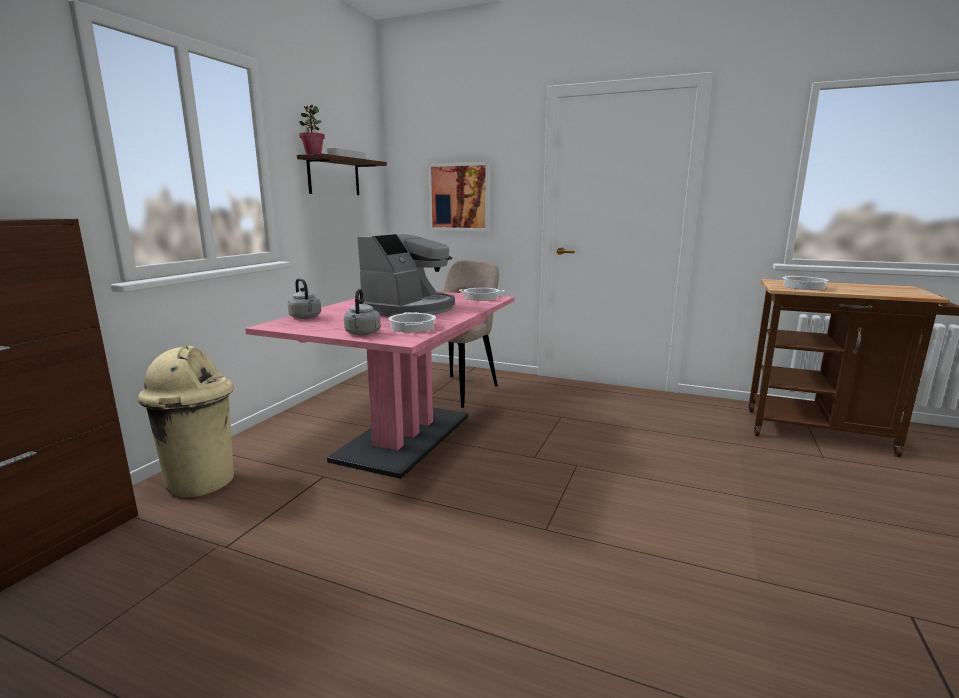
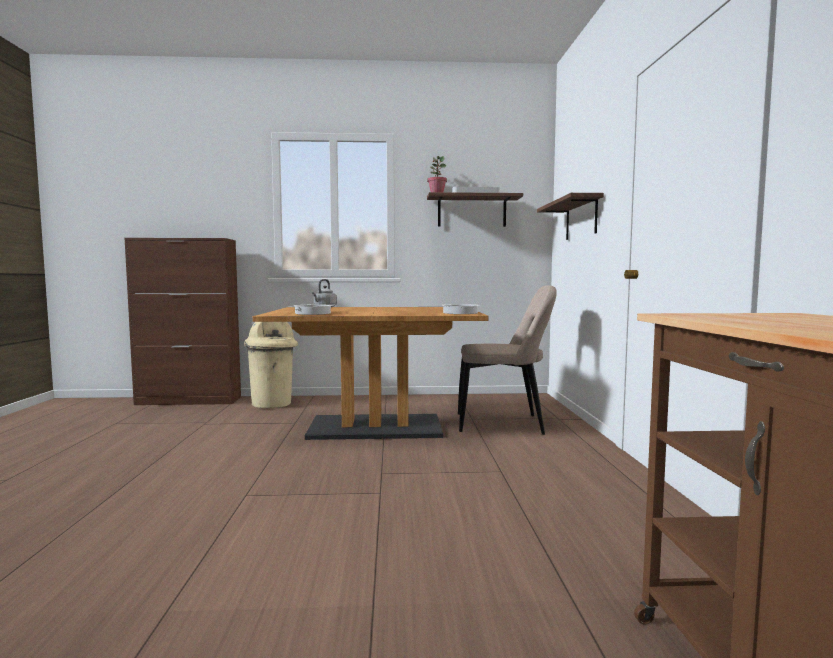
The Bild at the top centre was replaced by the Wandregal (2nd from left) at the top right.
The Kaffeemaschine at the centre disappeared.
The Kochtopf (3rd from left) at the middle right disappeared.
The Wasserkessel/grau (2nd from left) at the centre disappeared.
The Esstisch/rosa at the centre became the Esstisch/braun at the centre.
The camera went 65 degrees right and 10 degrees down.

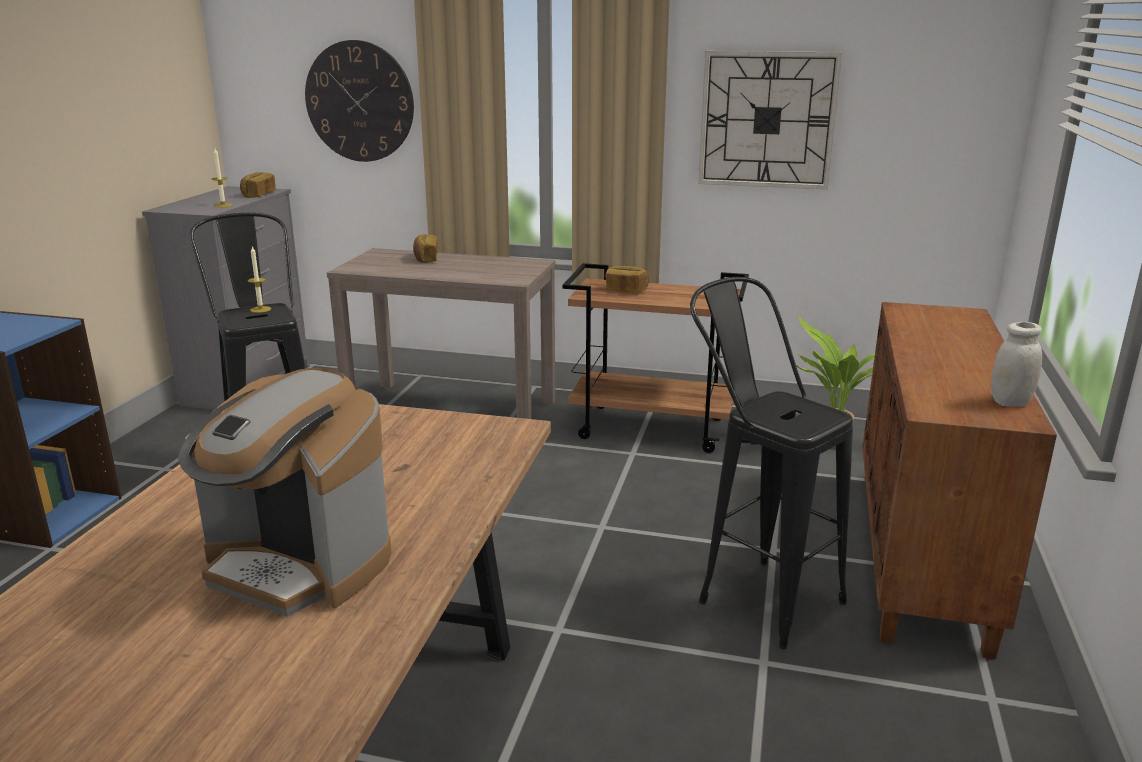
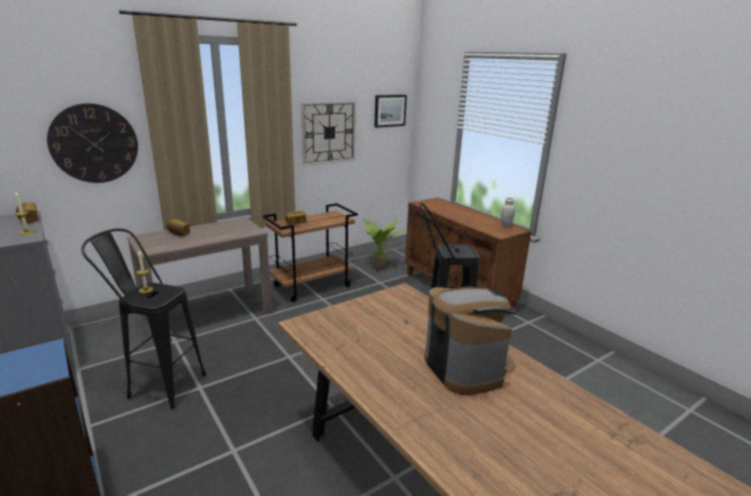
The Kaffeemaschine at the middle left turned 90 degrees counterclockwise.
The Bild at the top centre appeared.
The camera went 50 degrees left and 0 degrees up.

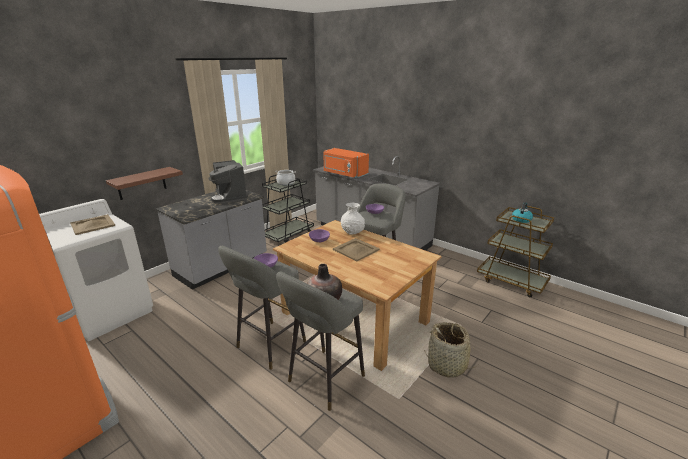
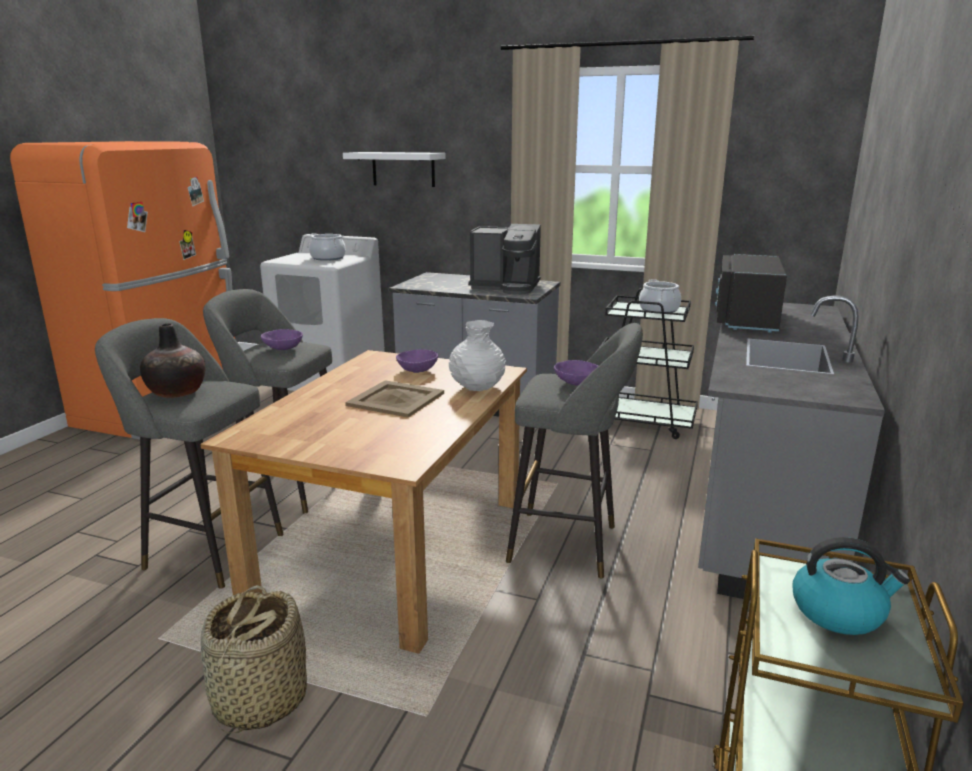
The Mikrowelle/orange at the centre became the Mikrowelle/schwarz at the middle right.
The Kaffeemaschine at the middle left turned 120 degrees counterclockwise.
The Wandregal/braun at the middle left disappeared.
The Tablett/beige (1st from left) at the middle left was replaced by the Kochtopf (1st from left) at the top centre.
The Wandregal/weiß at the top centre appeared.
The camera went 70 degrees right and 5 degrees down.

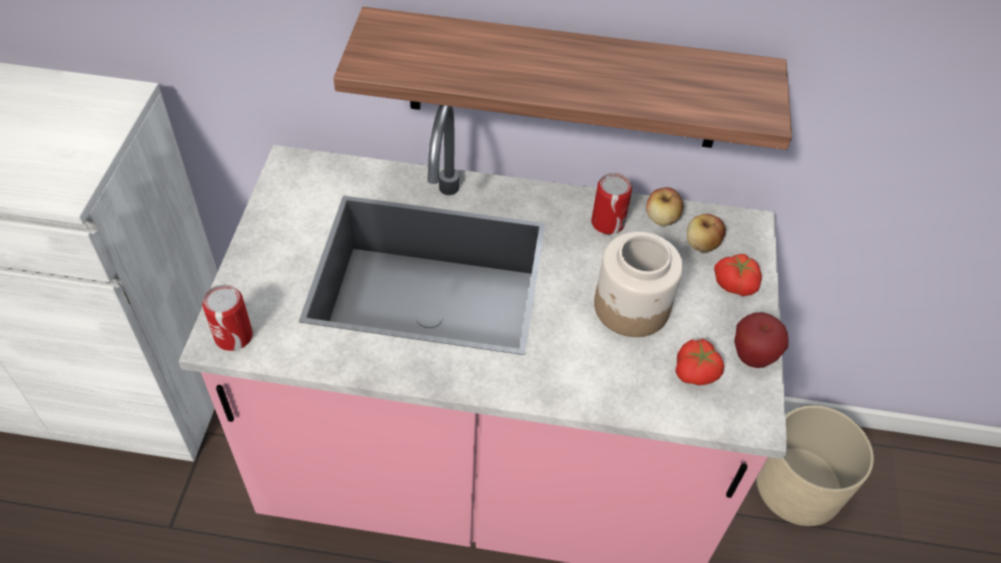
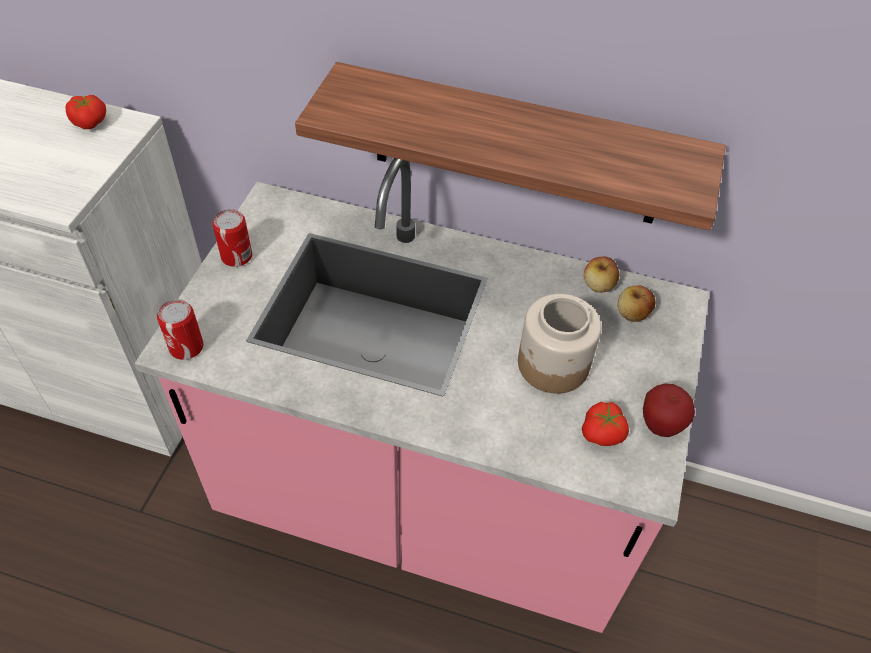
The Dose (2nd from left) moved from the centre to the middle left.
The Tomate (2nd from left in the first image) moved from the middle right to the top left.
The Pflanzkübel/beige at the bottom right disappeared.
The camera went 10 degrees right and 0 degrees up.

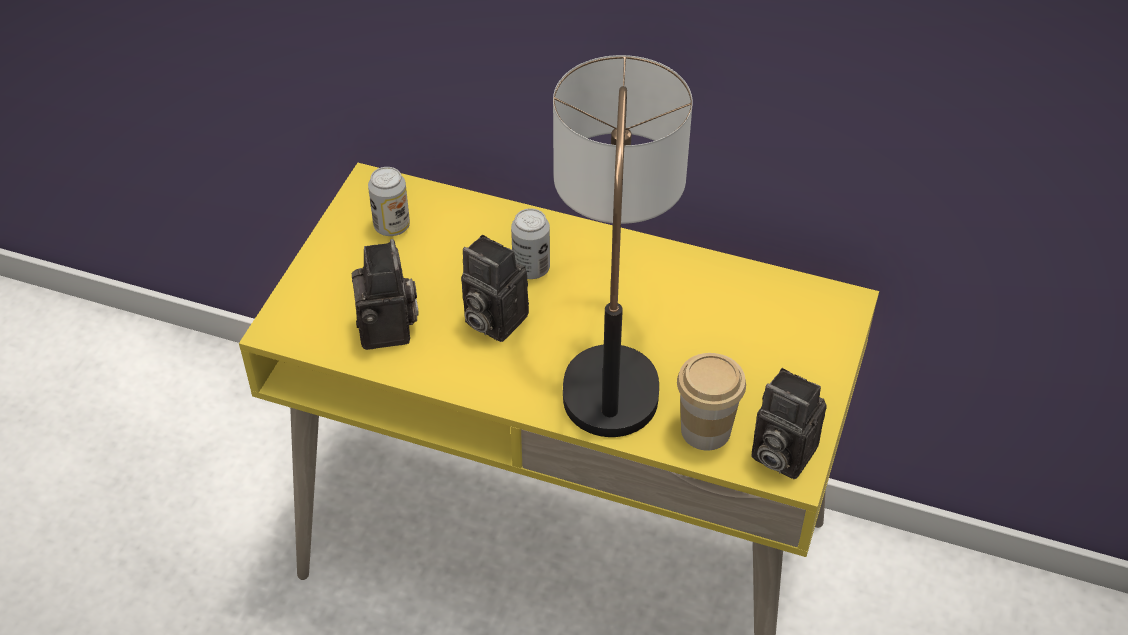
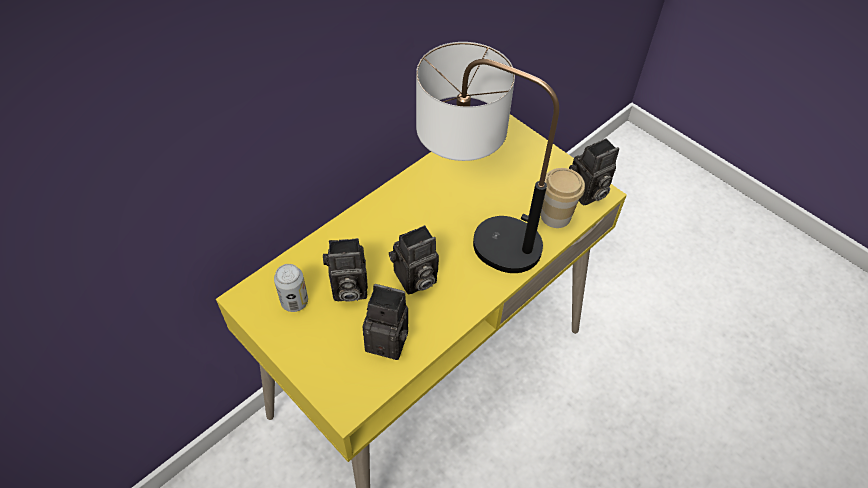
The Dose (2nd from left) at the centre disappeared.
The Kamera (1st from left) at the centre appeared.
The camera went 65 degrees left and 5 degrees up.

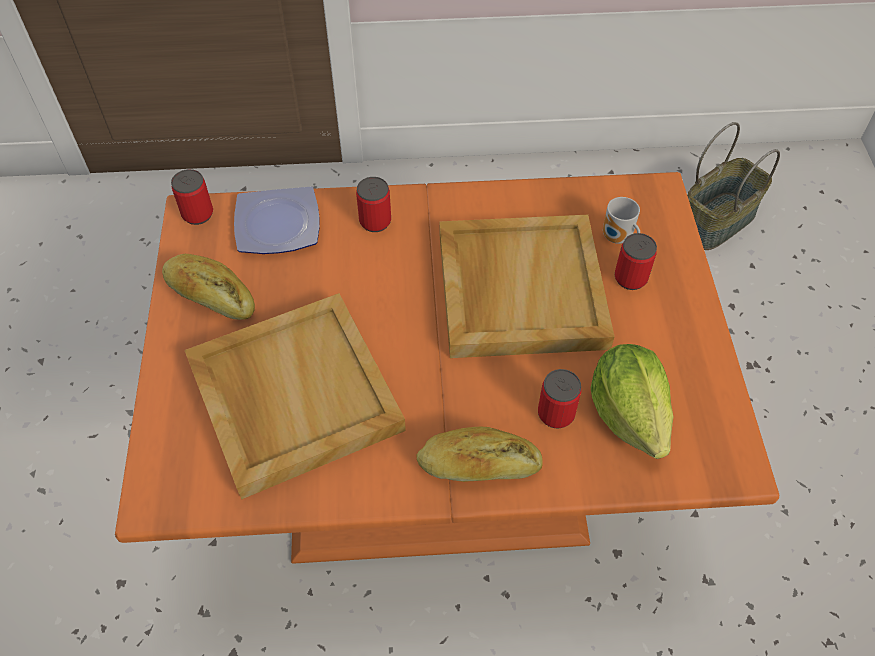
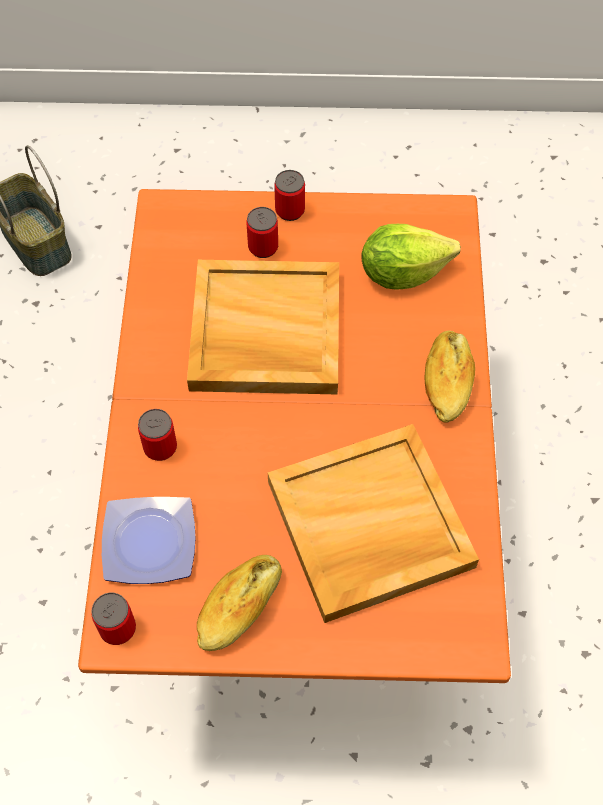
The Henkelbecher at the middle right disappeared.
The Dose (3rd from left in the first image) moved from the centre to the top centre.
The camera went 85 degrees left and 5 degrees up.

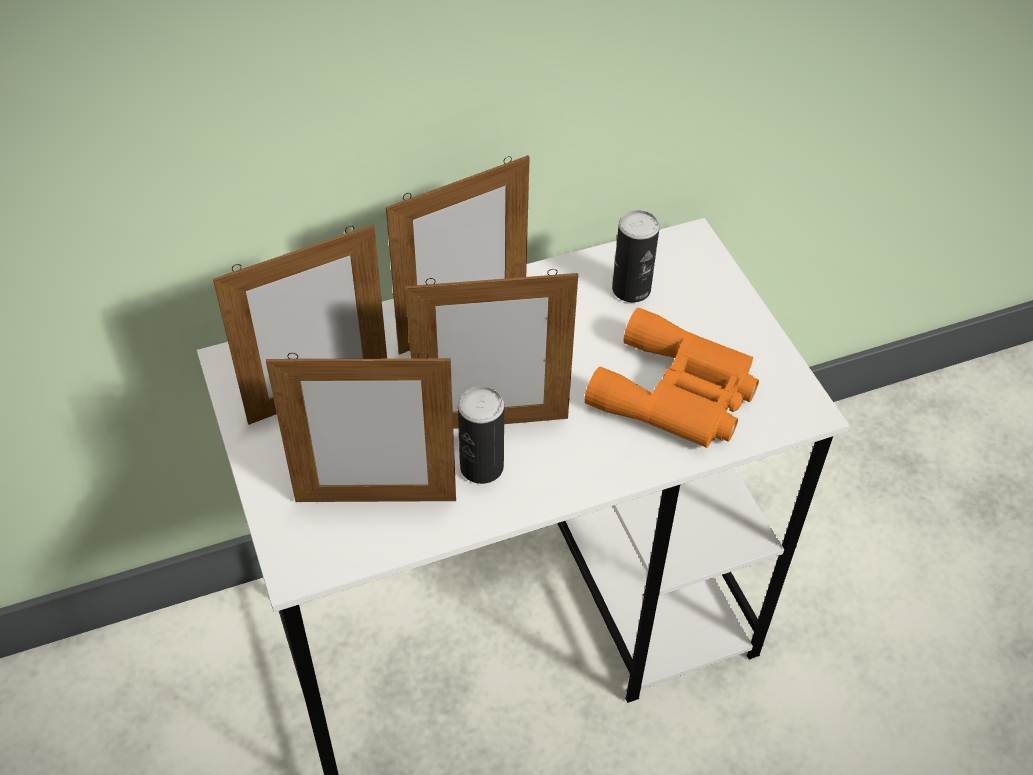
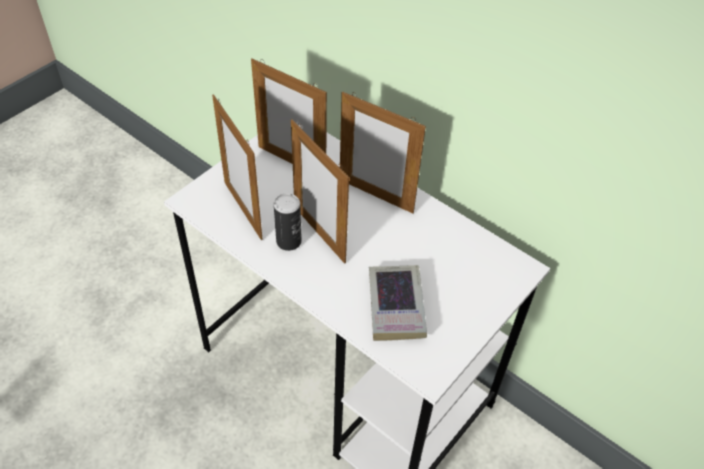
The Dose (2nd from left) at the top centre disappeared.
The Fernglas/orange at the centre was replaced by the Buch at the centre.
The camera went 60 degrees right and 0 degrees up.

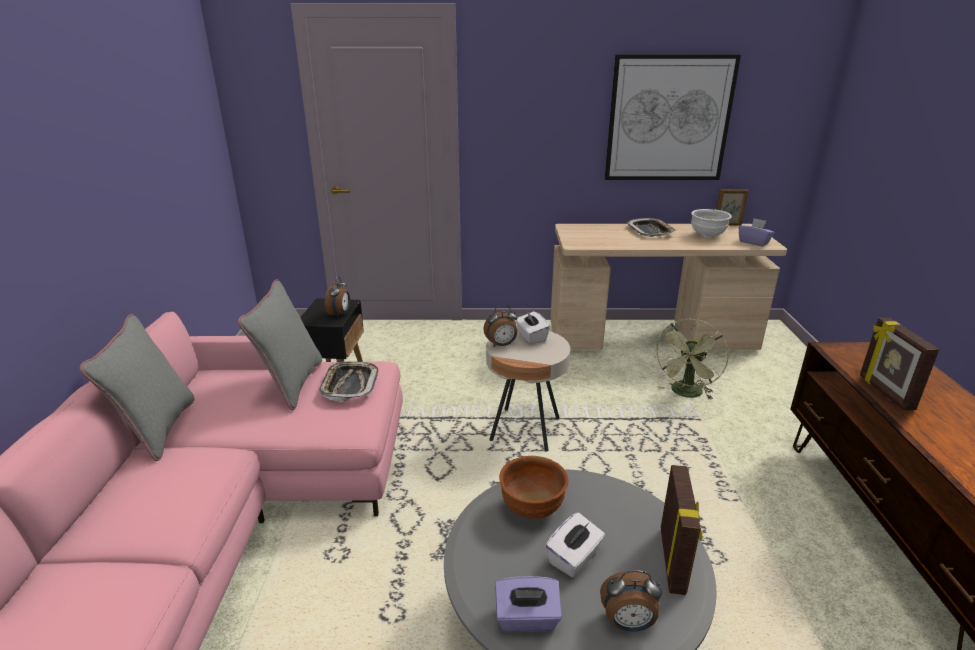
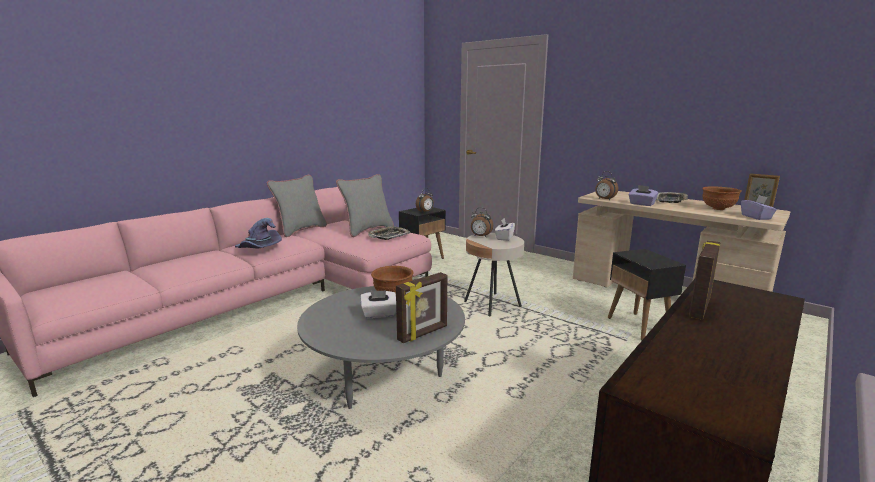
The Bild at the top right disappeared.
The Schüssel/weiß at the middle right became the Schüssel/braun (2nd from left) at the middle right.
The Ventilator/grün at the middle right was replaced by the Beistelltisch/schwarz (2nd from left) at the middle right.
The Wecker (3rd from left) moved from the bottom centre to the middle right.
The Taschentuchbox/lila (1st from left) moved from the bottom centre to the middle right.
The Hut/lila at the middle left appeared.
The camera went 40 degrees right and 10 degrees down.

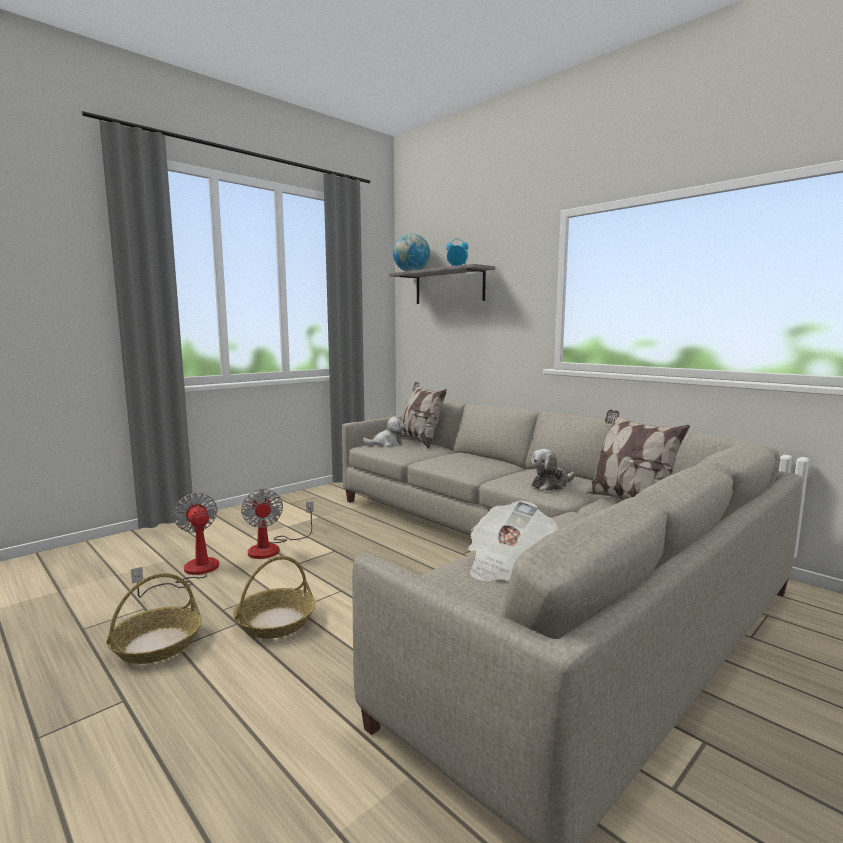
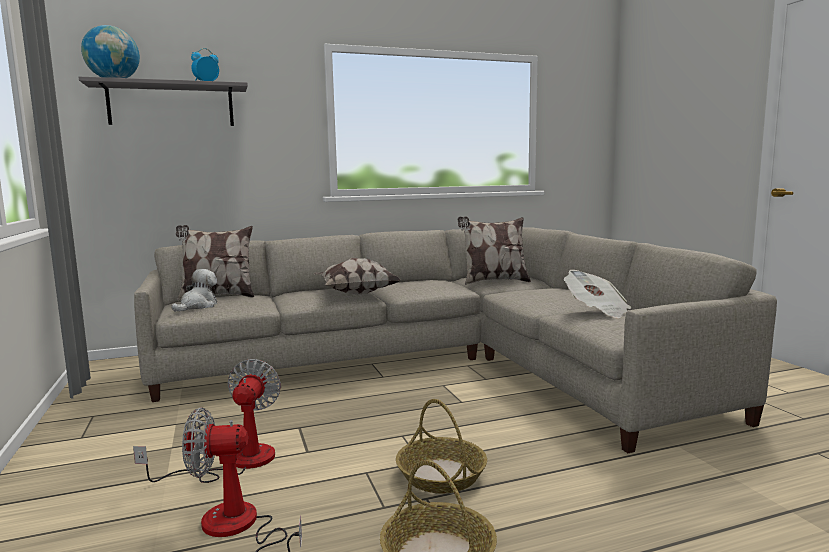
The Plüschtier (2nd from left) at the centre disappeared.
The Ventilator (2nd from left in the first image) at the middle left turned 90 degrees counterclockwise.
The Kissen (2nd from left) at the centre appeared.
The camera went 65 degrees left and 0 degrees up.

